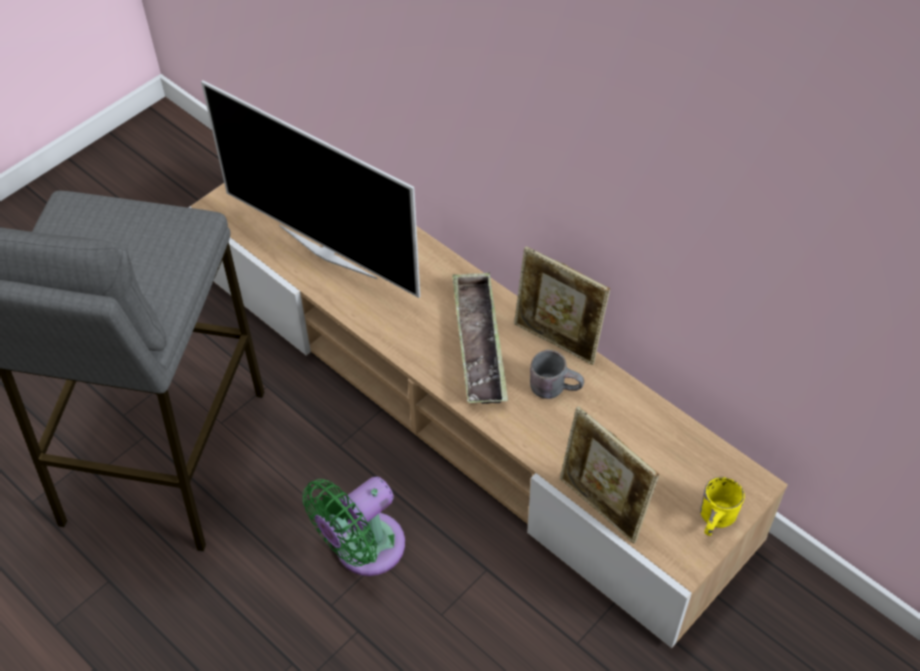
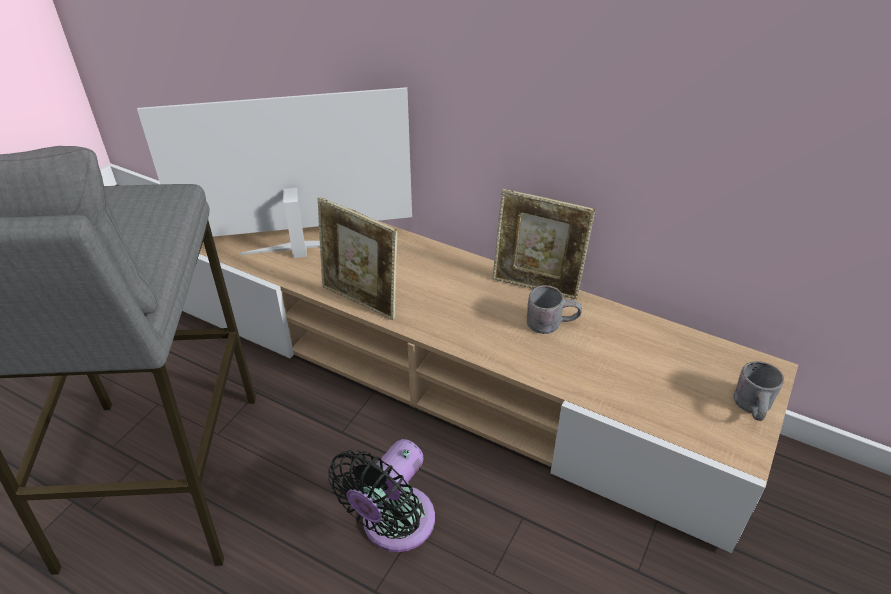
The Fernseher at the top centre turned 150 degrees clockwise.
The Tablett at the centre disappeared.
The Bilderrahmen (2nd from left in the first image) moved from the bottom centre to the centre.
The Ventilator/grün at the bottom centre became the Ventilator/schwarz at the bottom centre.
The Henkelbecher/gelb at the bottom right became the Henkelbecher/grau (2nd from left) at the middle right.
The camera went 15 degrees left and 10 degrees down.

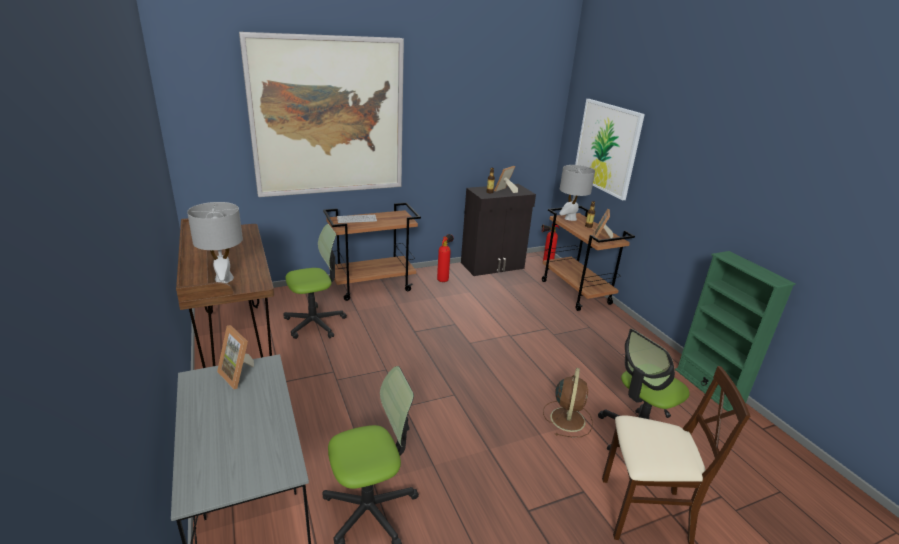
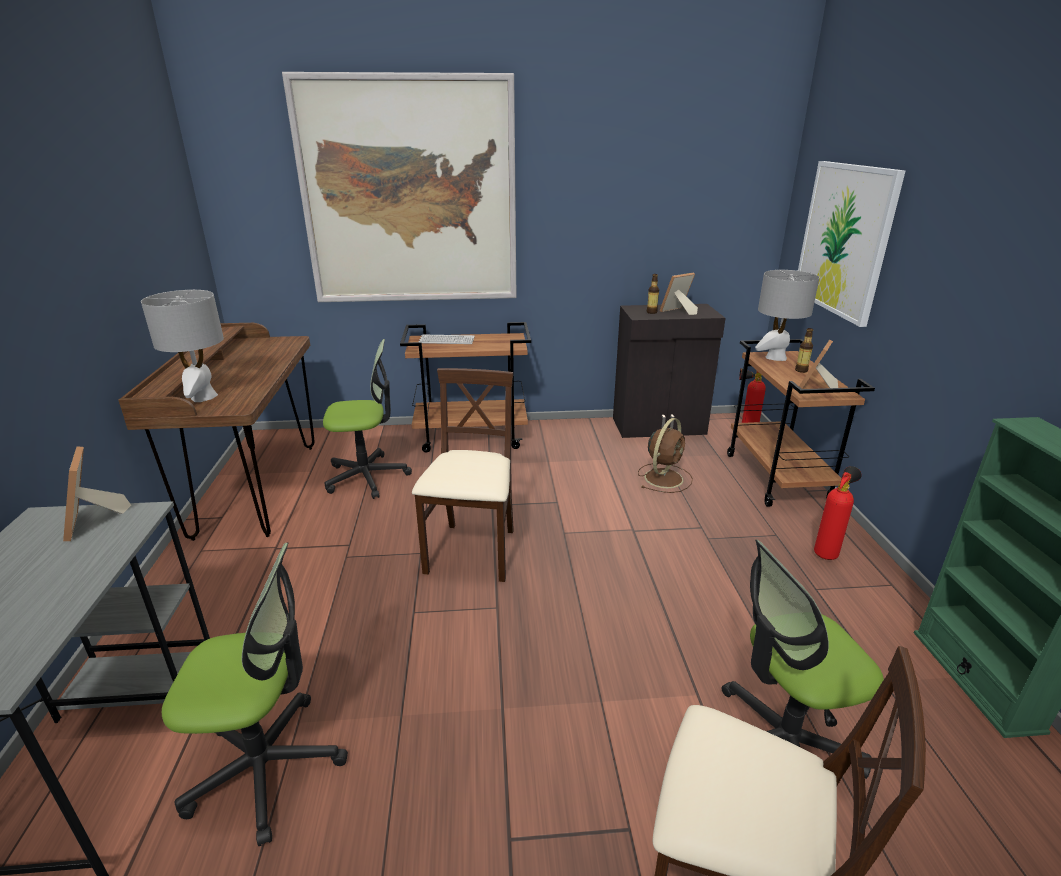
The Feuerlöscher (1st from left in the first image) moved from the centre to the middle right.
The Ventilator/braun moved from the bottom centre to the centre.
The Stuhl/beige (1st from left) at the centre appeared.
The camera went 20 degrees right and 0 degrees up.

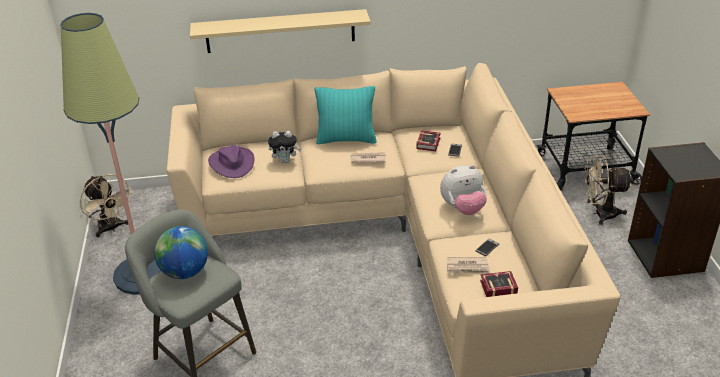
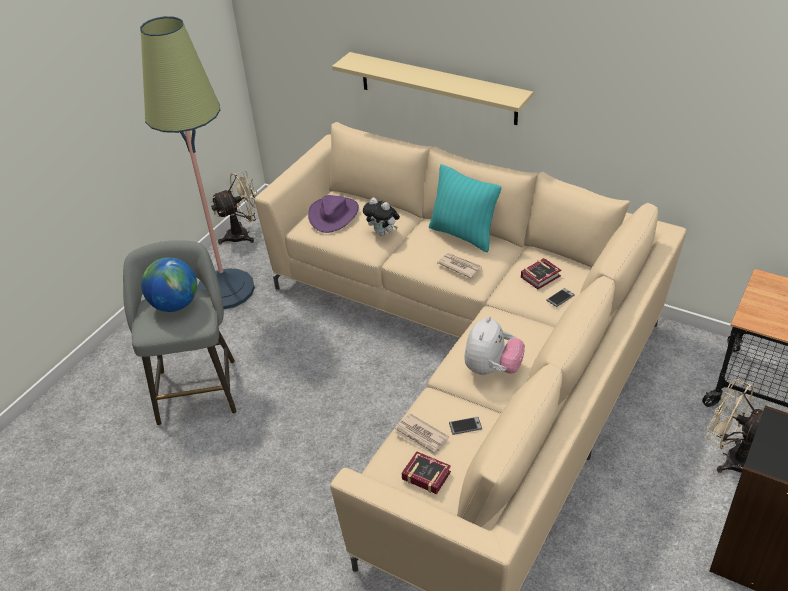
The Plüschtier (2nd from left) at the centre turned 90 degrees counterclockwise.
The Ventilator/beige (1st from left) at the middle left turned 120 degrees counterclockwise.
The camera went 40 degrees right and 5 degrees up.

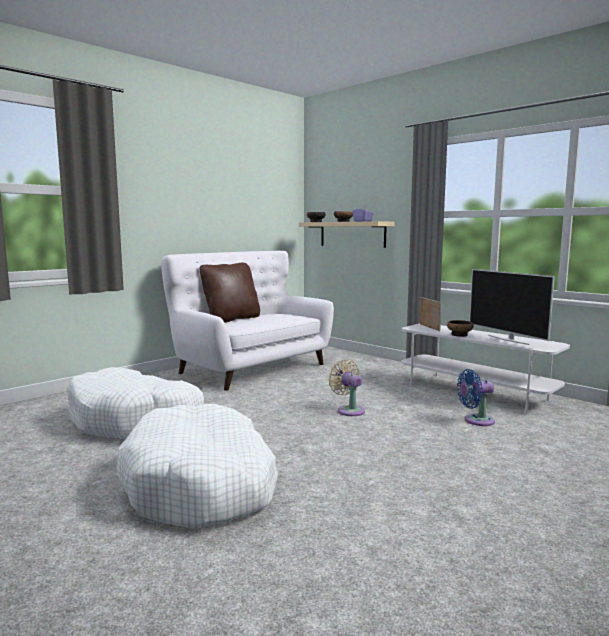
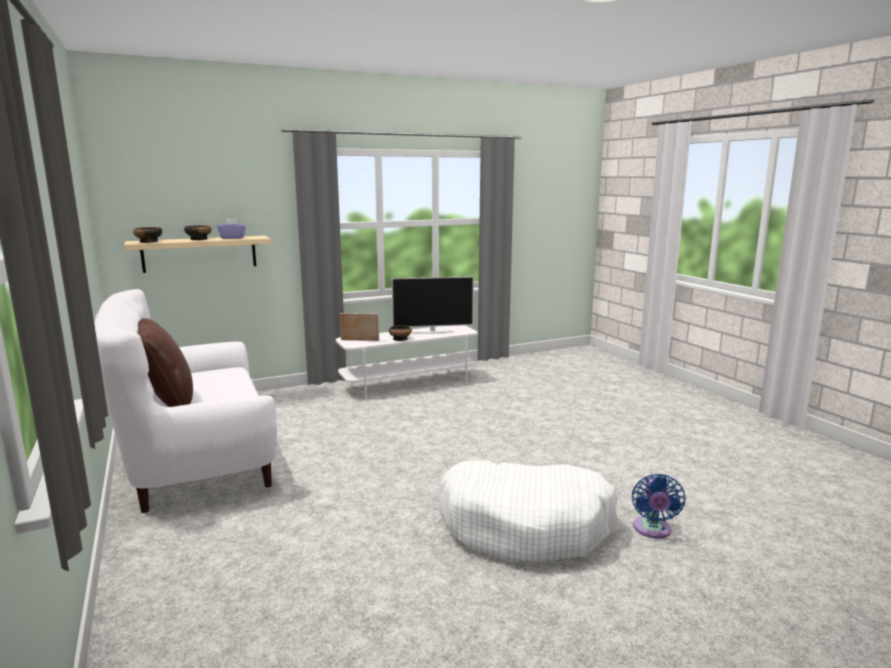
The Ventilator/beige at the centre disappeared.
The Hundebett/weiß (1st from left) at the middle left disappeared.
The Ventilator/blau moved from the middle right to the bottom right.
The camera went 70 degrees left and 5 degrees up.

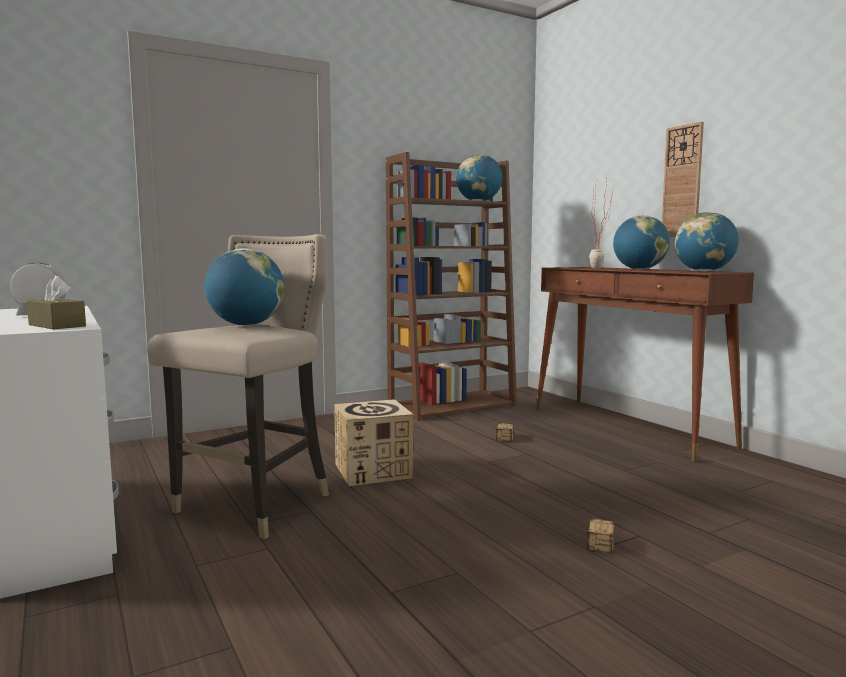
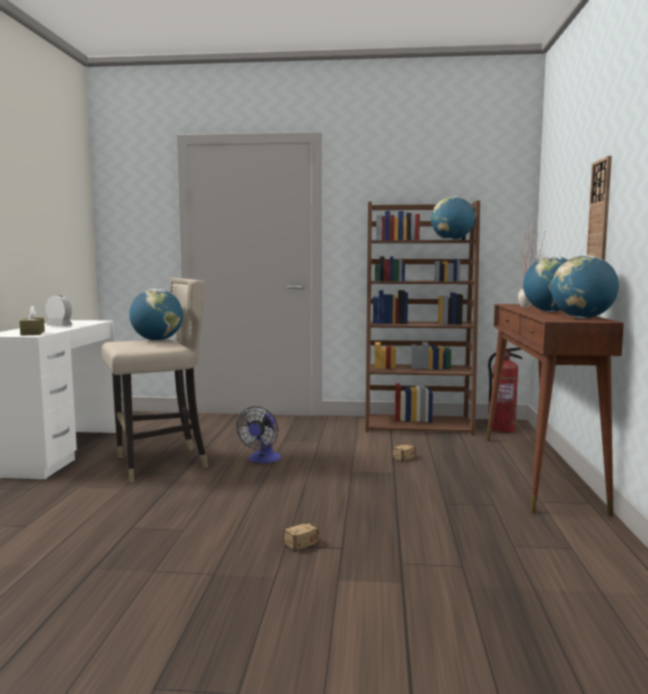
The Karton at the centre was replaced by the Ventilator at the centre.
The Feuerlöscher at the middle right appeared.
The camera went 35 degrees right and 0 degrees up.

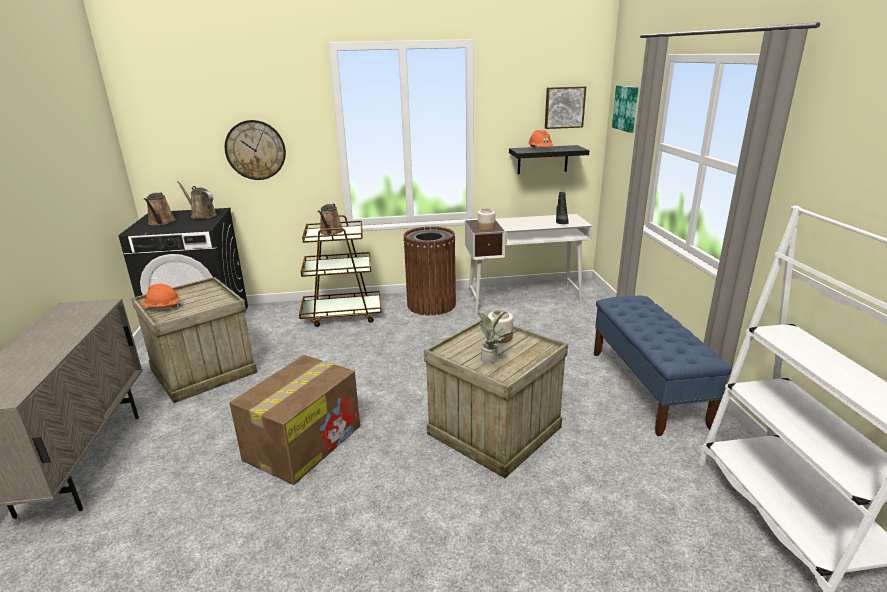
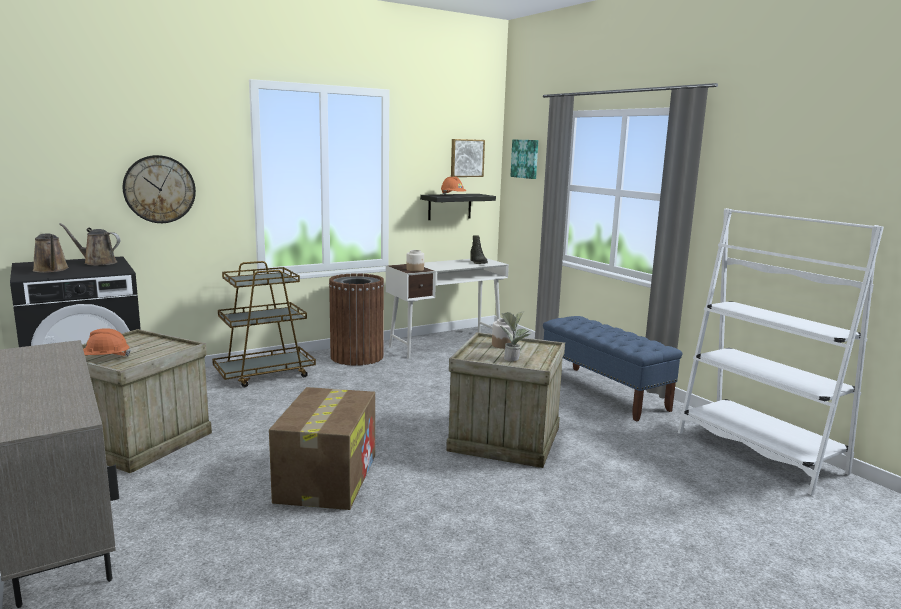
The Gießkanne/braun (3rd from left) at the centre disappeared.
The camera went 25 degrees left and 10 degrees down.

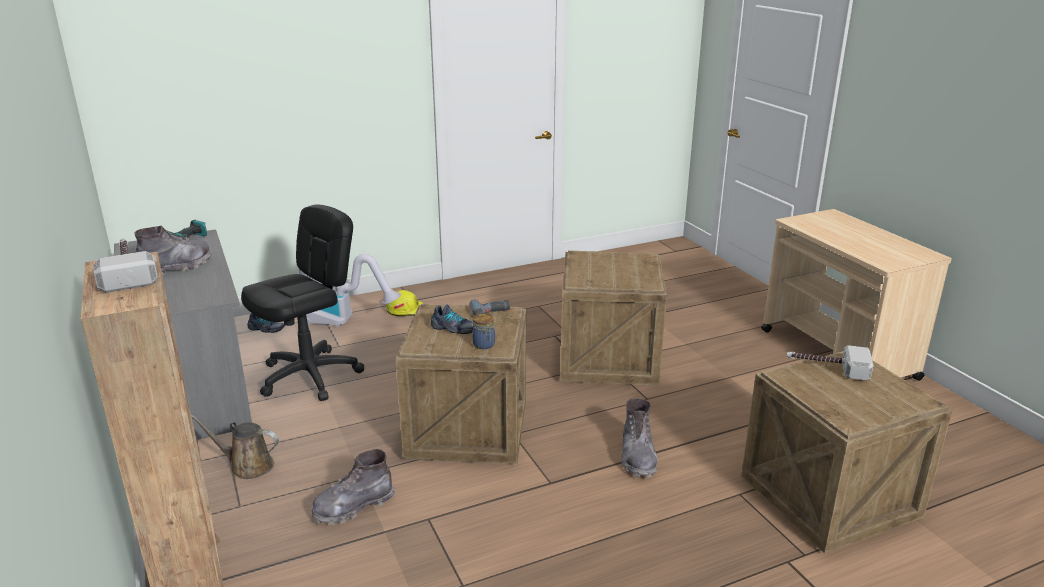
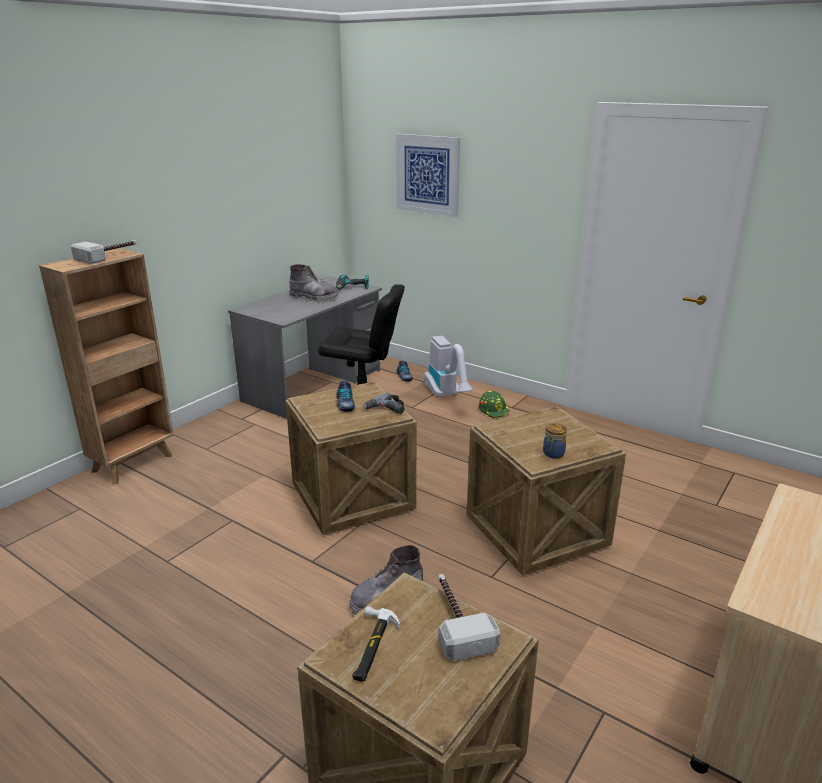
The Schutzhelm/gelb at the centre became the Schutzhelm/grün at the centre.
The Vorratsglas moved from the centre to the middle right.
The Gießkanne/braun at the bottom left disappeared.
The Stiefel/grau (2nd from left) at the bottom centre disappeared.
The Bild at the top centre appeared.
The Hammer (2nd from left) at the bottom centre appeared.
The camera went 60 degrees right and 0 degrees up.

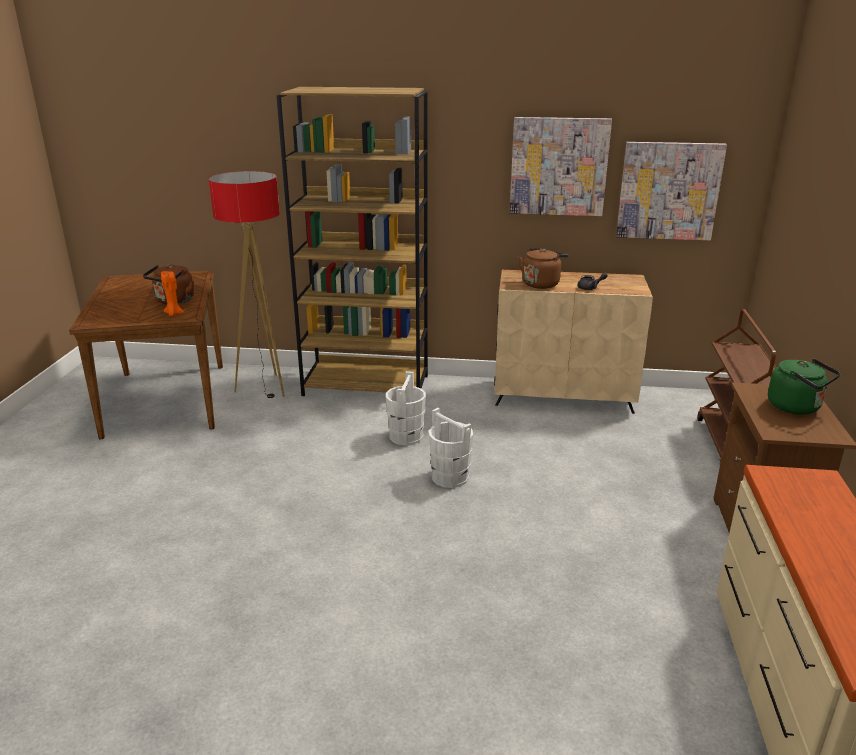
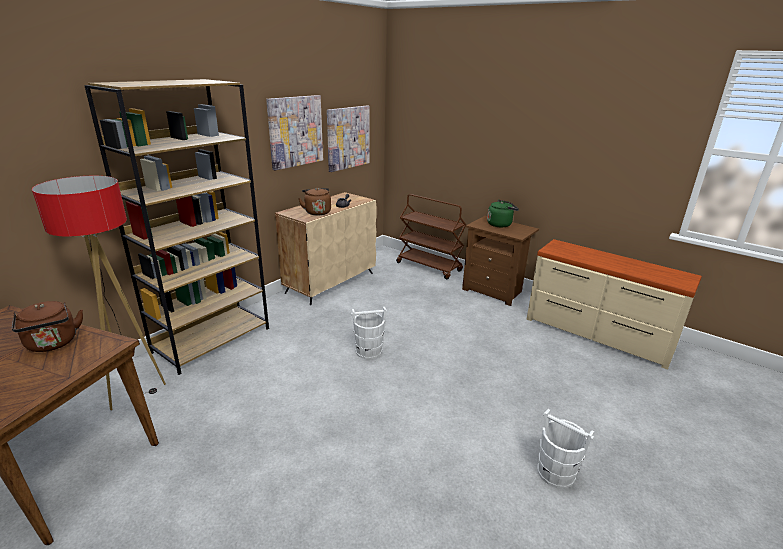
The Kerze/orange at the middle left disappeared.
The Eimer/weiß (1st from left in the first image) moved from the centre to the bottom right.
The camera went 60 degrees left and 0 degrees up.

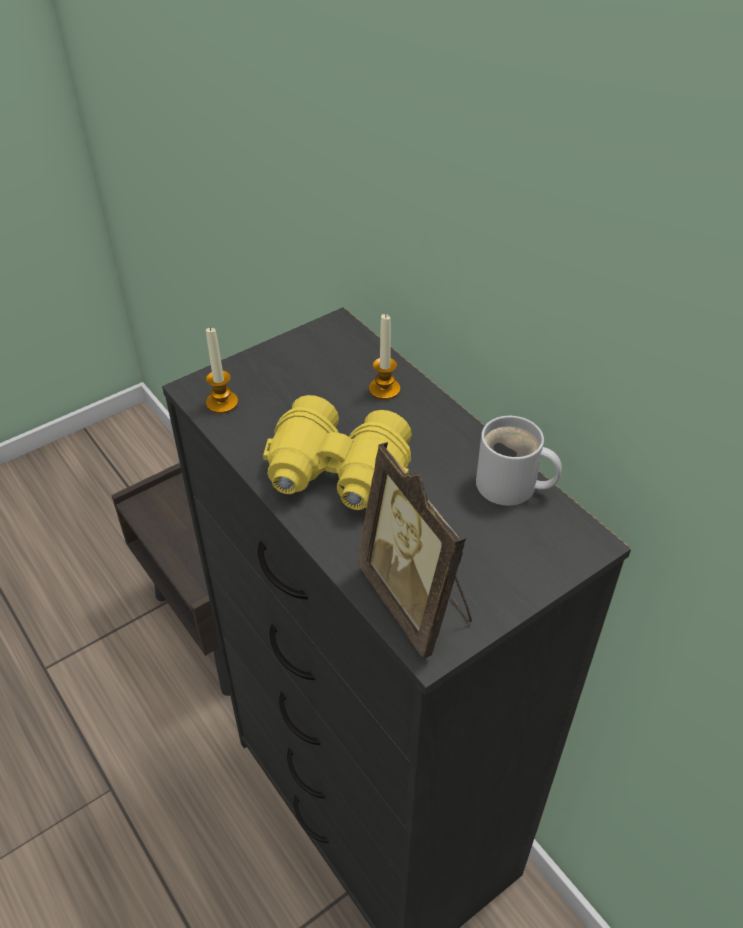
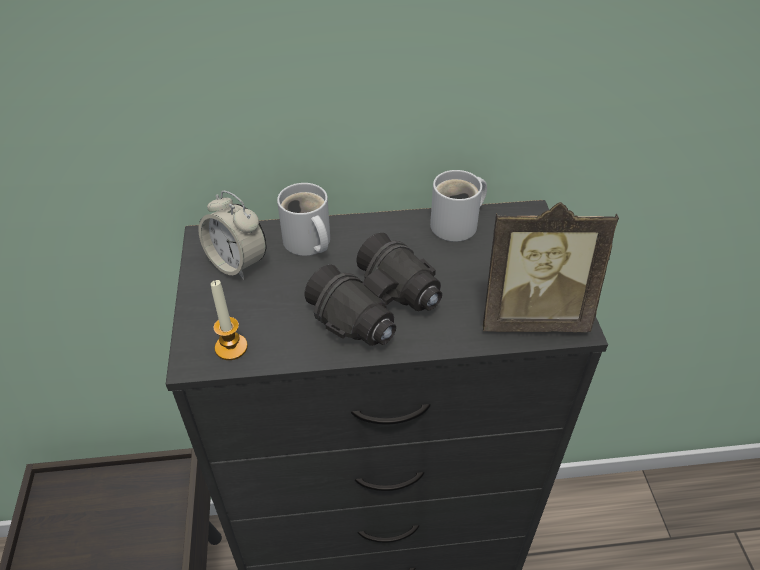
The Kerze (2nd from left) at the centre was replaced by the Henkelbecher/weiß (1st from left) at the centre.
The Fernglas/gelb at the centre became the Fernglas/schwarz at the centre.
The Wecker at the middle left appeared.
The camera went 60 degrees left and 0 degrees up.

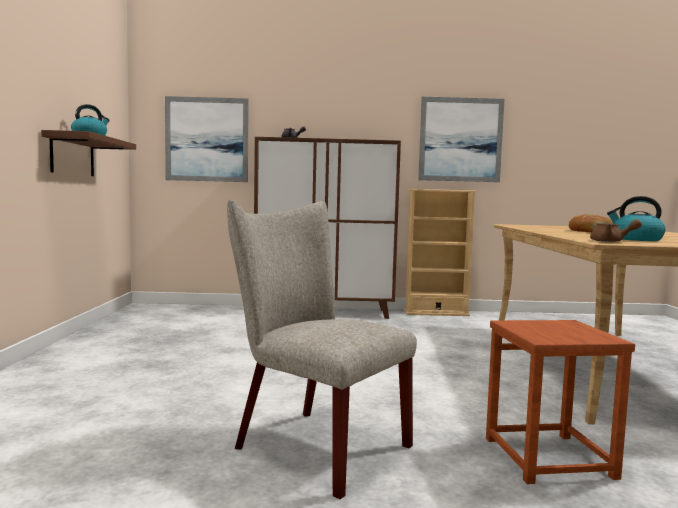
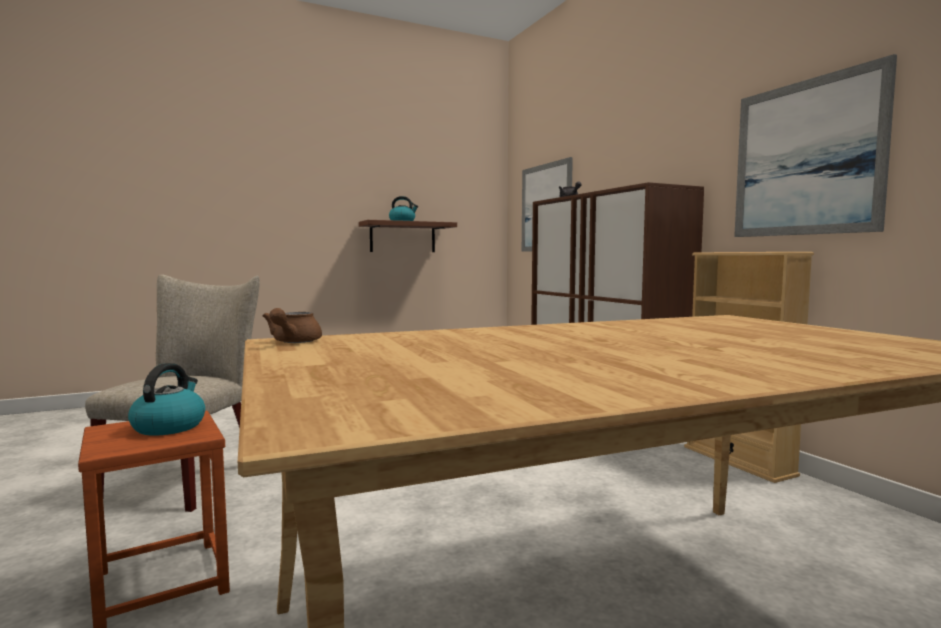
The Wasserkessel (2nd from left in the first image) moved from the middle right to the middle left.
The Brot at the middle right disappeared.
The camera went 65 degrees right and 0 degrees up.

